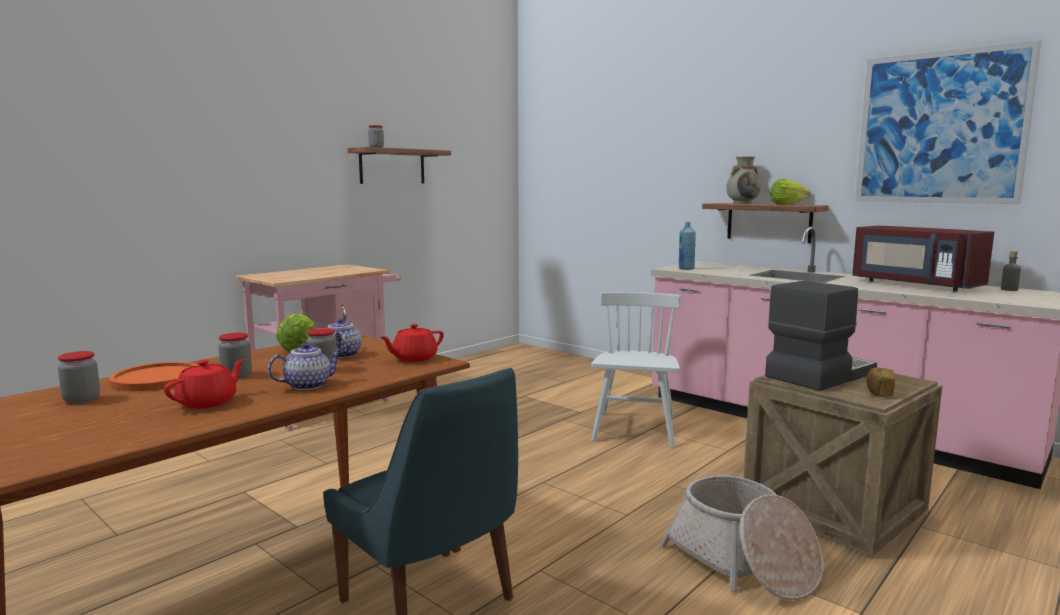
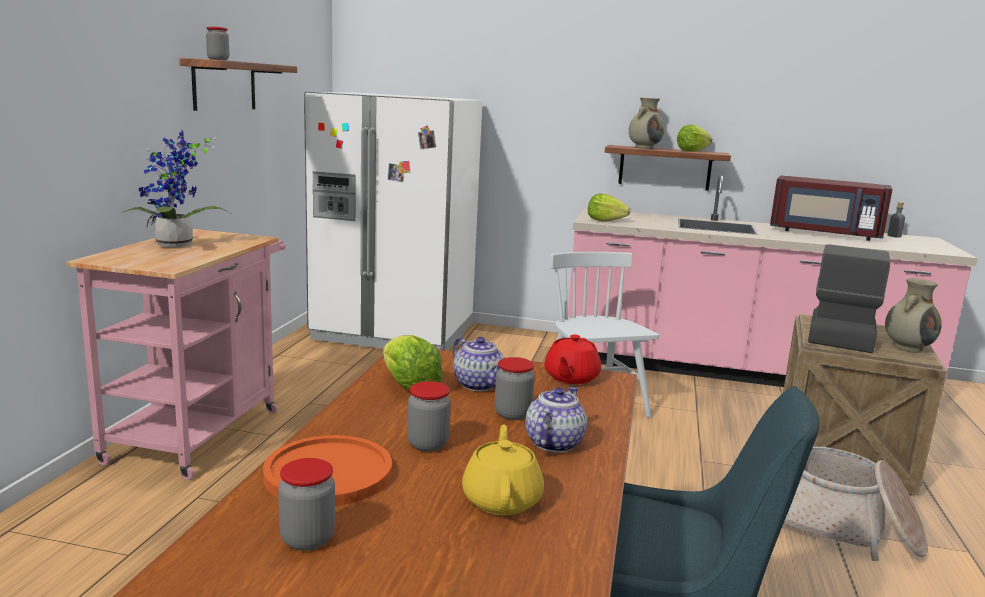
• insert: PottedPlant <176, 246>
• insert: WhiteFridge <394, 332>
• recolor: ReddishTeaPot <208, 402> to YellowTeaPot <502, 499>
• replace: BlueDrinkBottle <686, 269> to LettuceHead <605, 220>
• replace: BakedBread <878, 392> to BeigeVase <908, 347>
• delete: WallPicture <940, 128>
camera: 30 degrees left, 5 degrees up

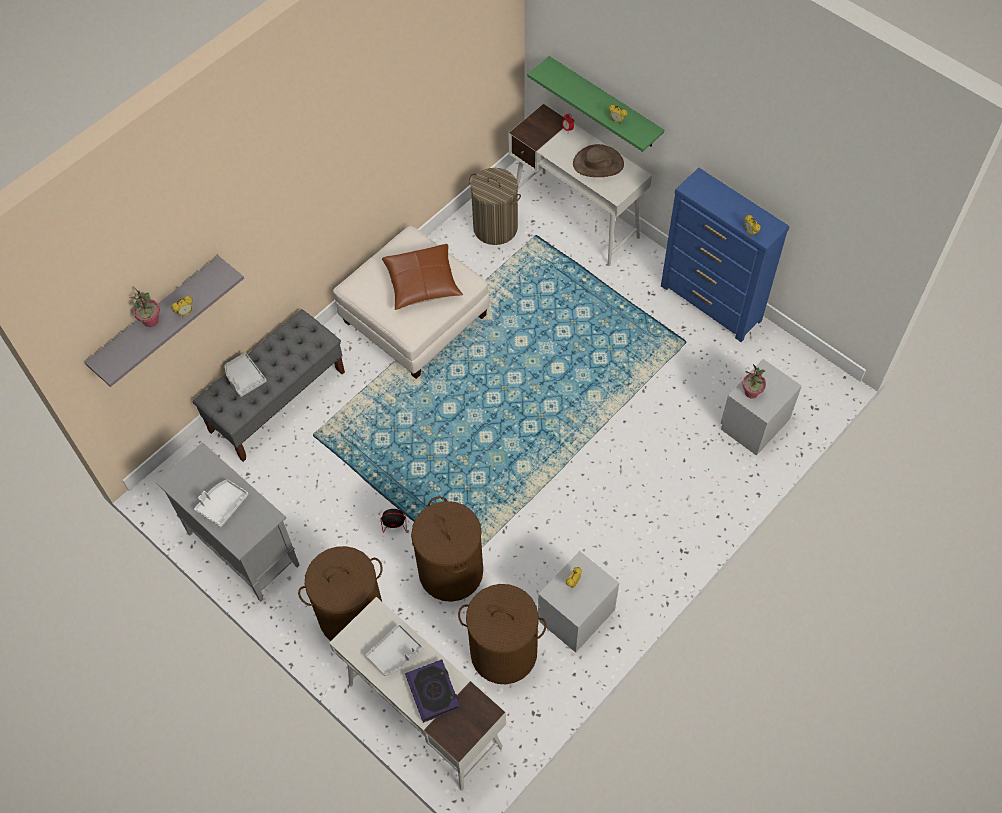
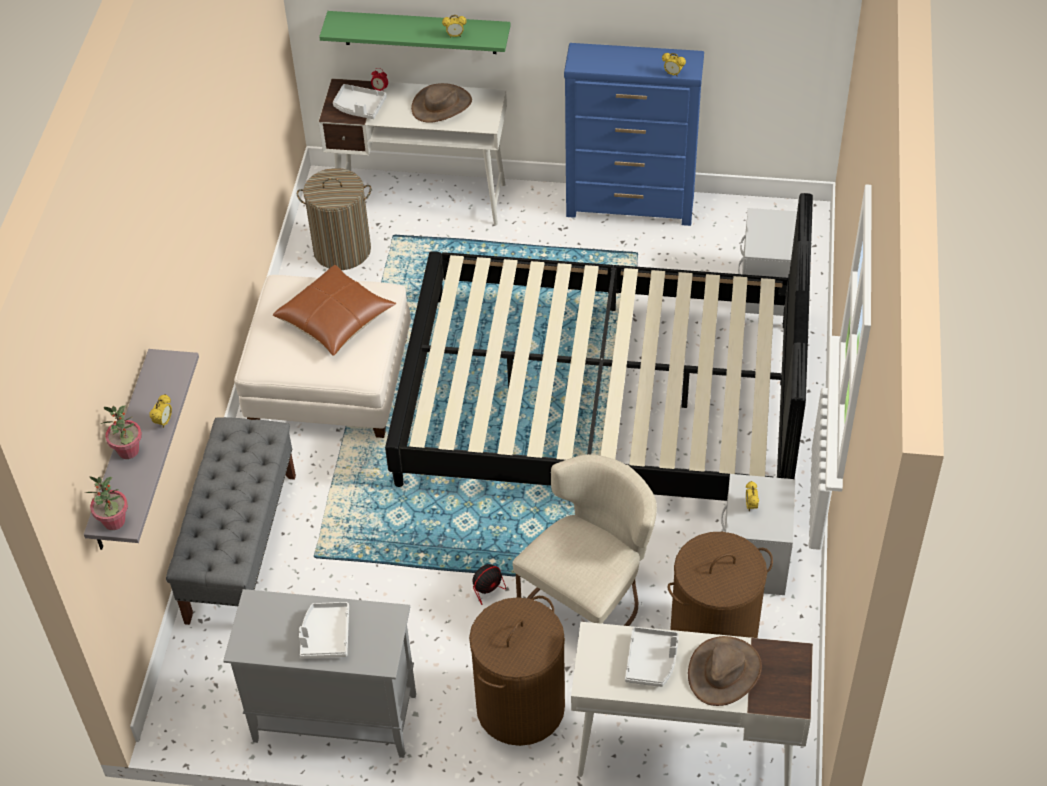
• move: PottedPlant <751, 392> to <114, 521>
• move: GrayCarryingTray <244, 378> to <359, 107>
• insert: BlackBed <600, 404>
• replace: BrownishLaundryBasket <451, 572> to BeigeUprightChair <589, 599>
• replace: Volume <433, 692> to BrownishHat <724, 671>
camera: 35 degrees left, 10 degrees down

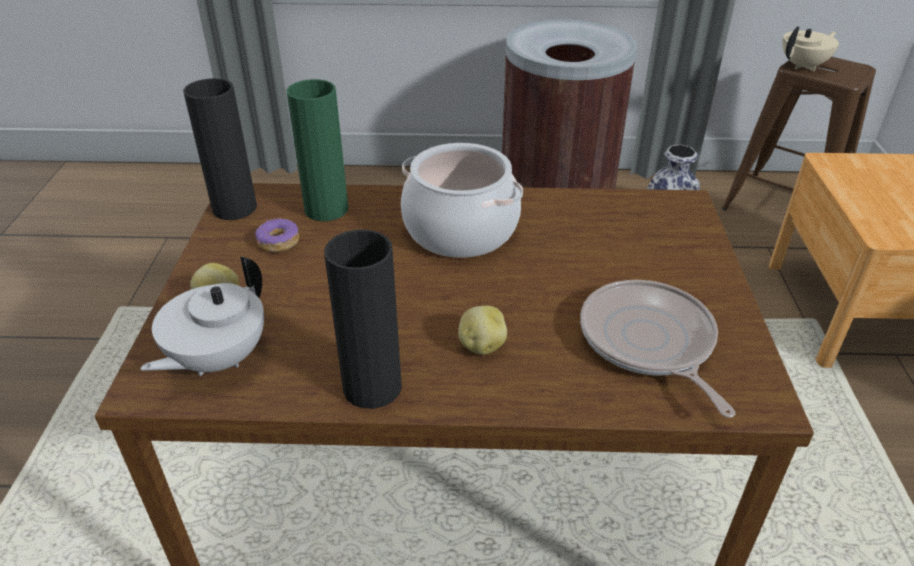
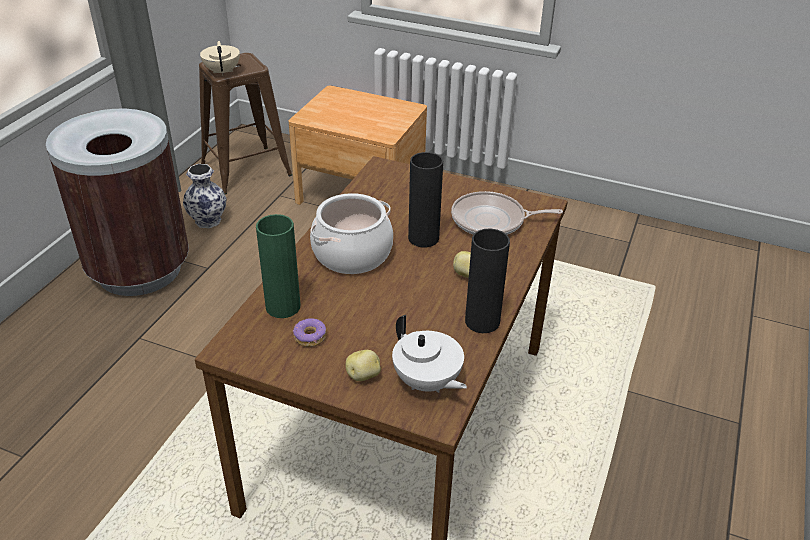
• move: BlackVase <234, 208> to <423, 238>
camera: 70 degrees left, 0 degrees up

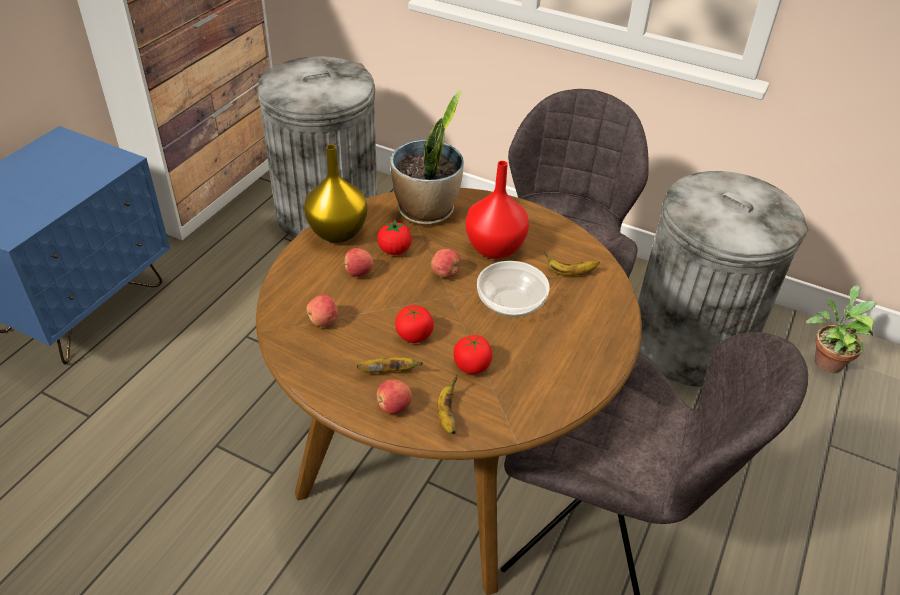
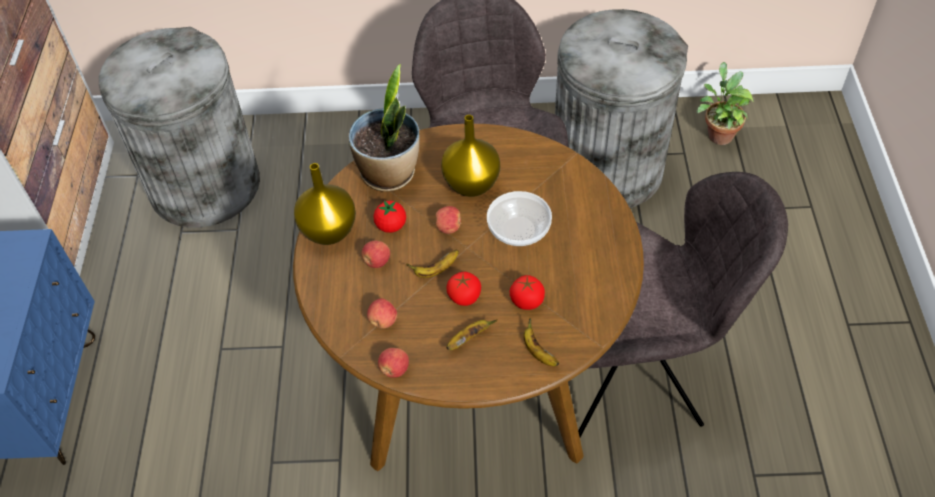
• move: AppleFruit <393, 407> to <394, 369>
• move: Banana <570, 273> to <436, 270>
• recolor: ReddishVase <496, 248> to YellowVase <472, 184>
camera: 25 degrees left, 10 degrees up

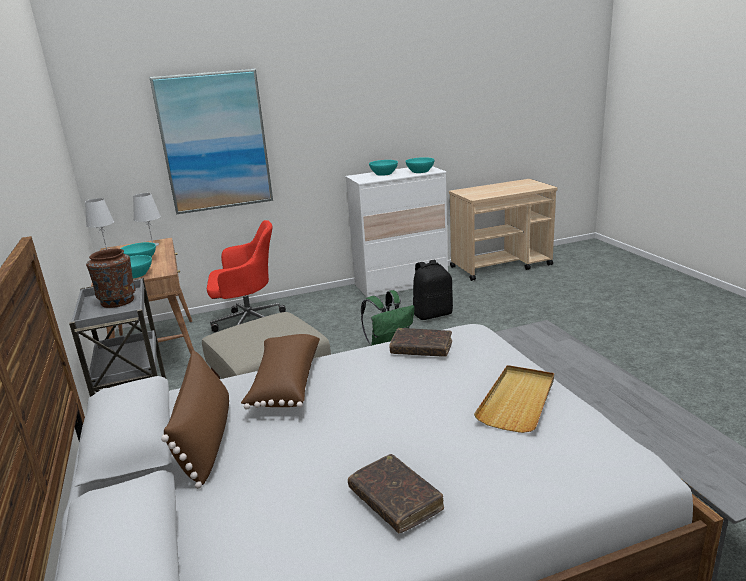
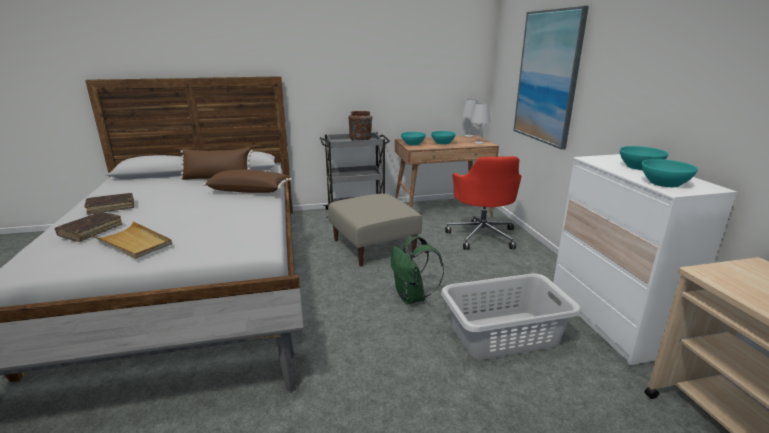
• move: BrownishVolume <421, 349> to <91, 231>
• replace: BlackKnapsack <432, 314> to GrayLaundryBasket <505, 335>
camera: 95 degrees right, 0 degrees up

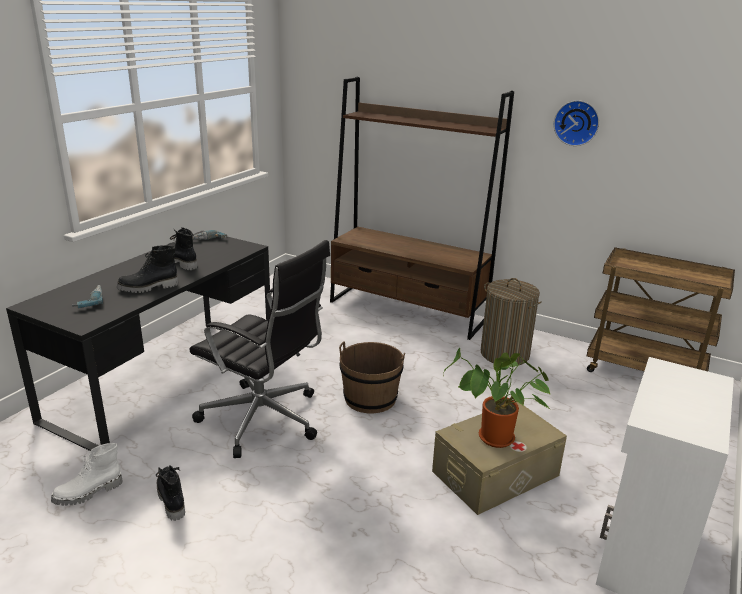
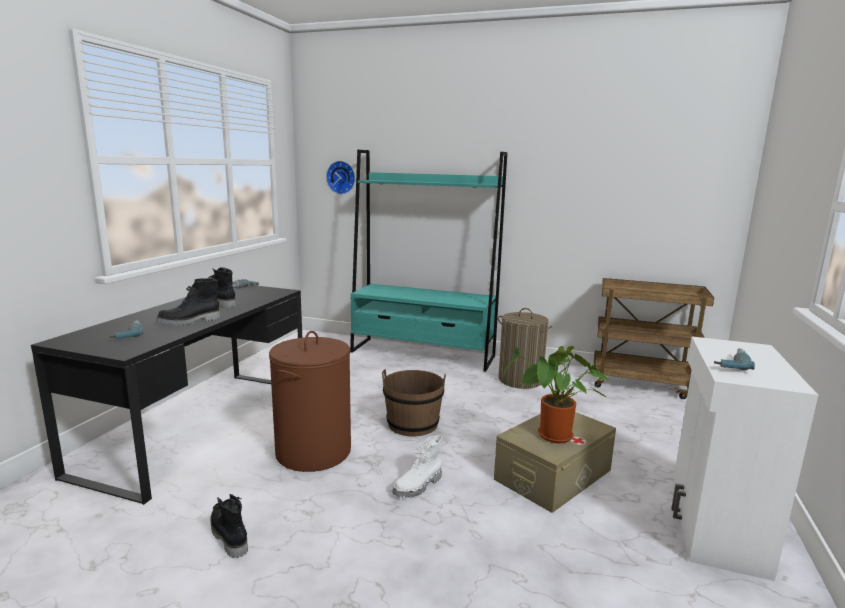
• replace: BlackComputerChair <264, 420> to BrownishLaundryBasket <313, 452>
• move: HangingClock <576, 123> to <341, 177>
• recolor: BrownishBookcase <407, 310> to TurquoiseBookcase <423, 354>
• move: WhiteBoot <88, 493> to <418, 486>
• insert: PowerDrill <729, 363>
camera: 10 degrees left, 10 degrees down

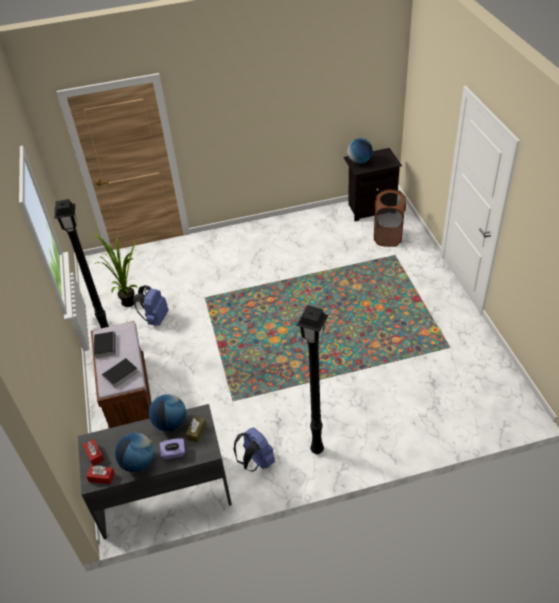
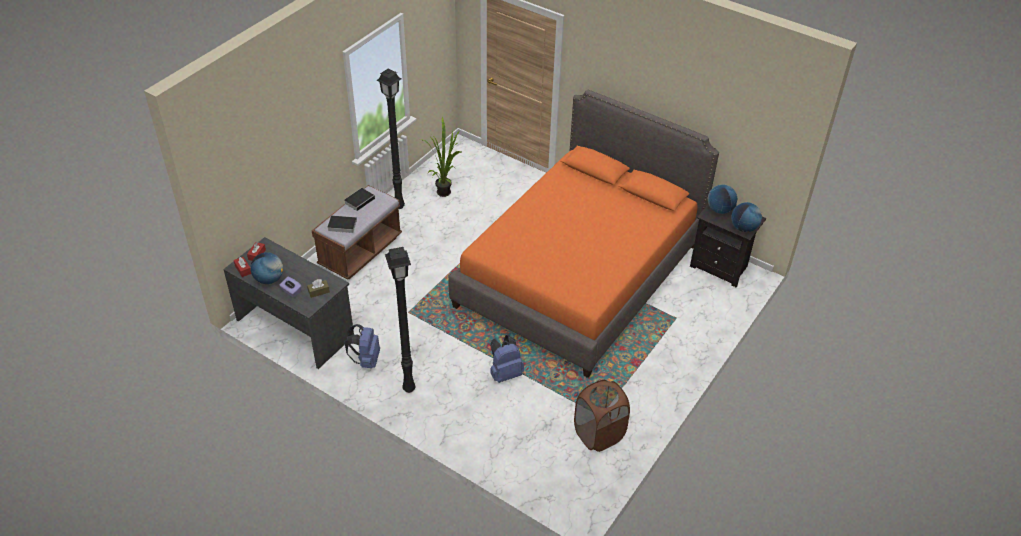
• insert: OrangeyBed <579, 275>
• move: BlueKnapsack <155, 319> to <505, 373>
• move: BrownishLaundryBasket <388, 237> to <599, 434>
• move: DeskGlobe <170, 423> to <743, 228>
camera: 45 degrees right, 0 degrees up

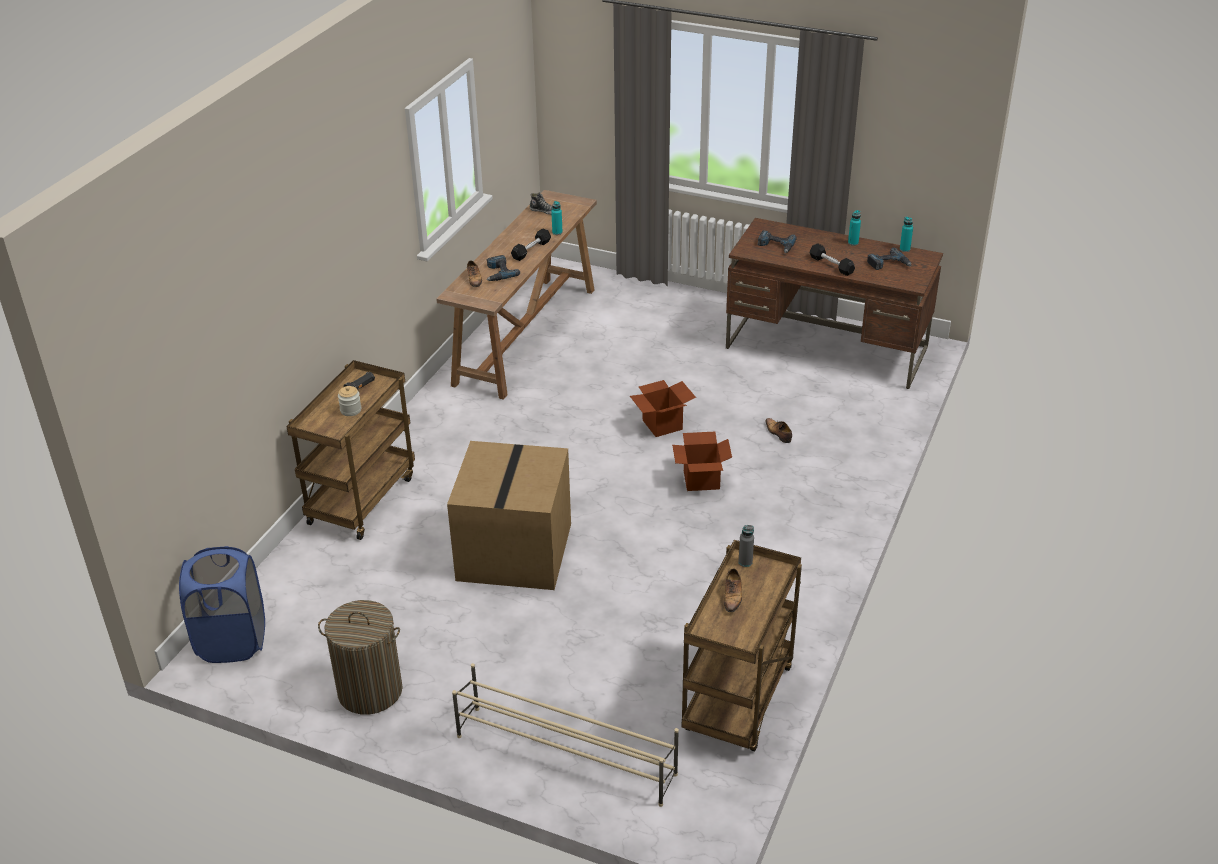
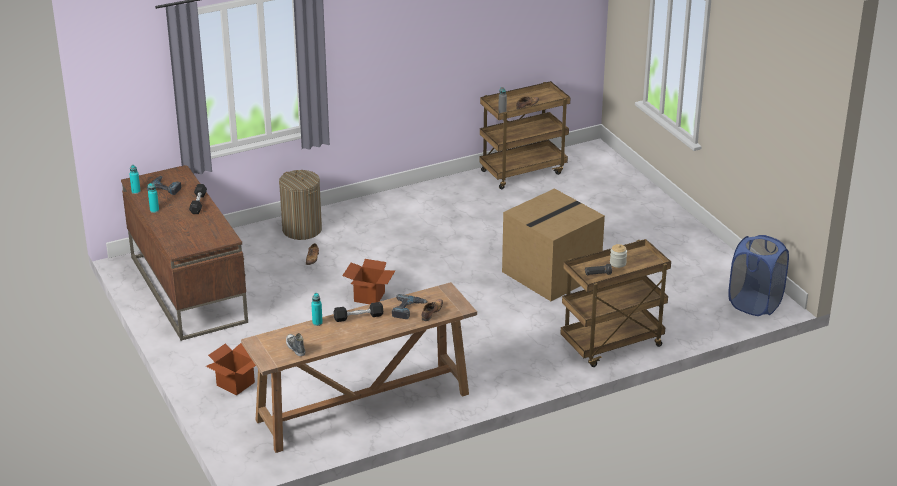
• move: Carton <701, 480> to <235, 384>
• move: LaundryBasket <370, 691> to <302, 229>
• delete: BeigeShoeStand <565, 754>
• delete: PowerDrill <776, 246>
camera: 140 degrees left, 5 degrees down

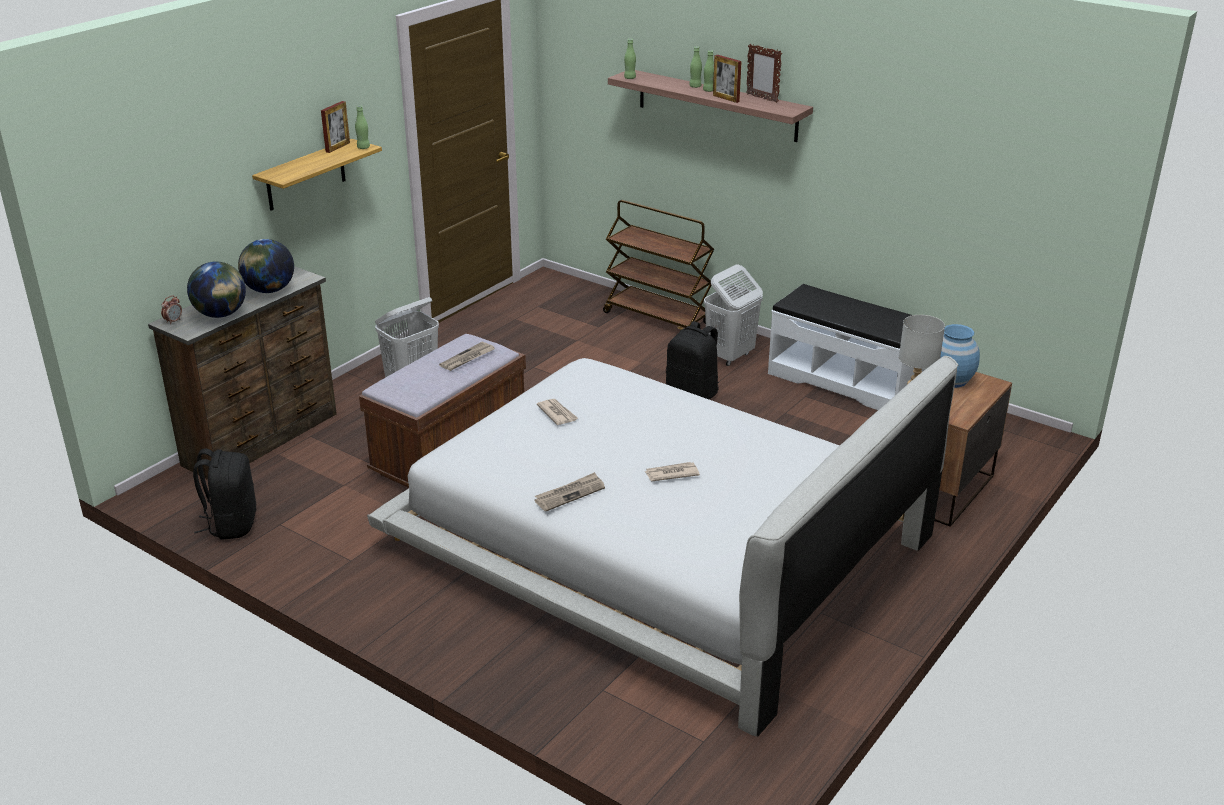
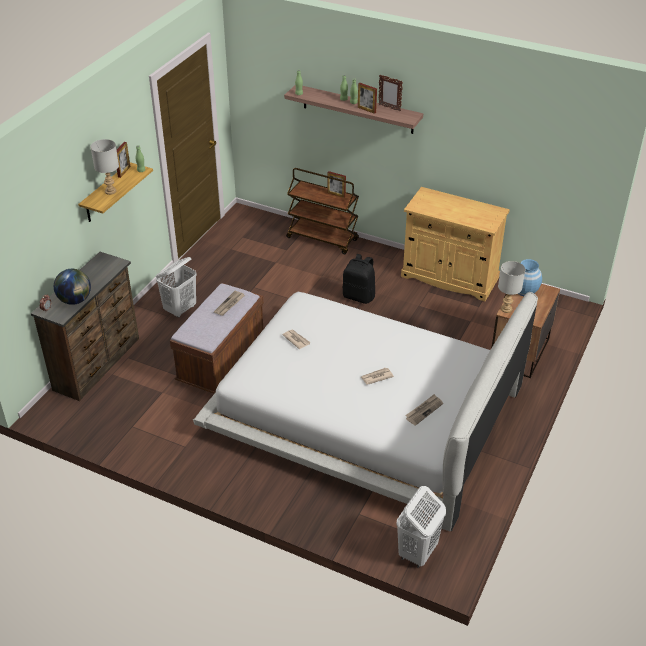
• insert: GrayTableLamp <110, 191>
• insert: PictureFrame <336, 194>
• move: WhiteLaundryBasket <730, 356> to <417, 552>
• replace: WhiteIndoorBench <844, 381> to BeigeStorageCabinet <449, 277>
• move: PrintedPaper <570, 494> to <424, 410>
• delete: BlackKnapsack <231, 524>
• delete: DeskGlobe <269, 290>
camera: 10 degrees left, 10 degrees up

